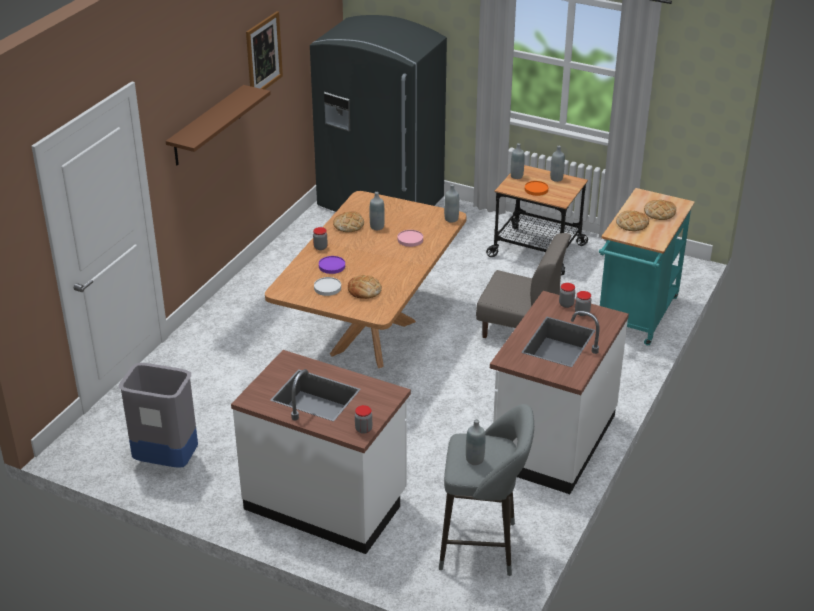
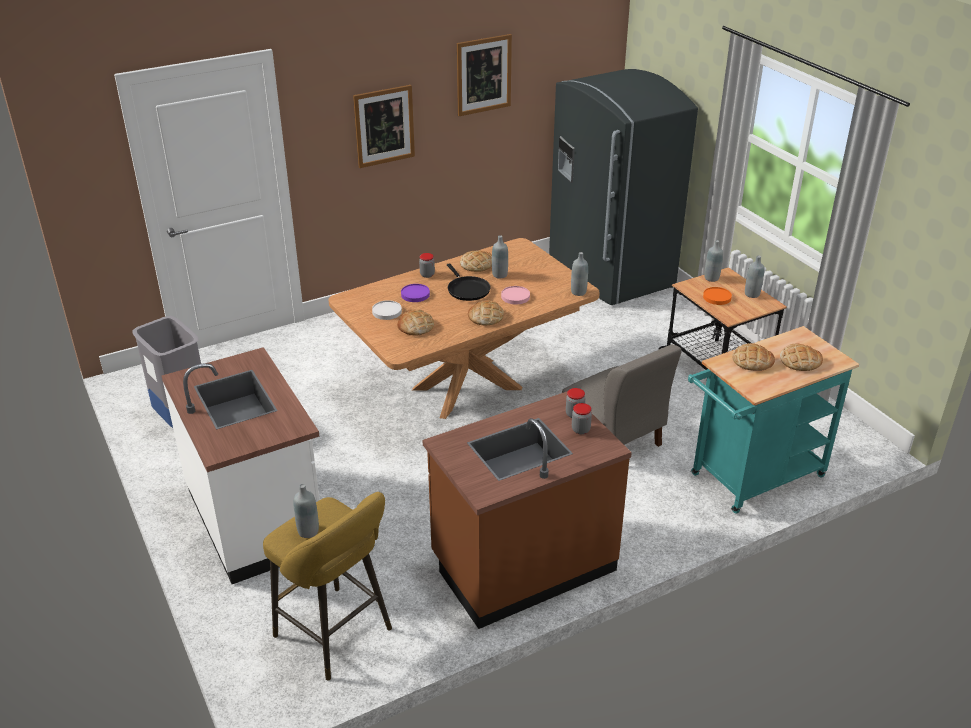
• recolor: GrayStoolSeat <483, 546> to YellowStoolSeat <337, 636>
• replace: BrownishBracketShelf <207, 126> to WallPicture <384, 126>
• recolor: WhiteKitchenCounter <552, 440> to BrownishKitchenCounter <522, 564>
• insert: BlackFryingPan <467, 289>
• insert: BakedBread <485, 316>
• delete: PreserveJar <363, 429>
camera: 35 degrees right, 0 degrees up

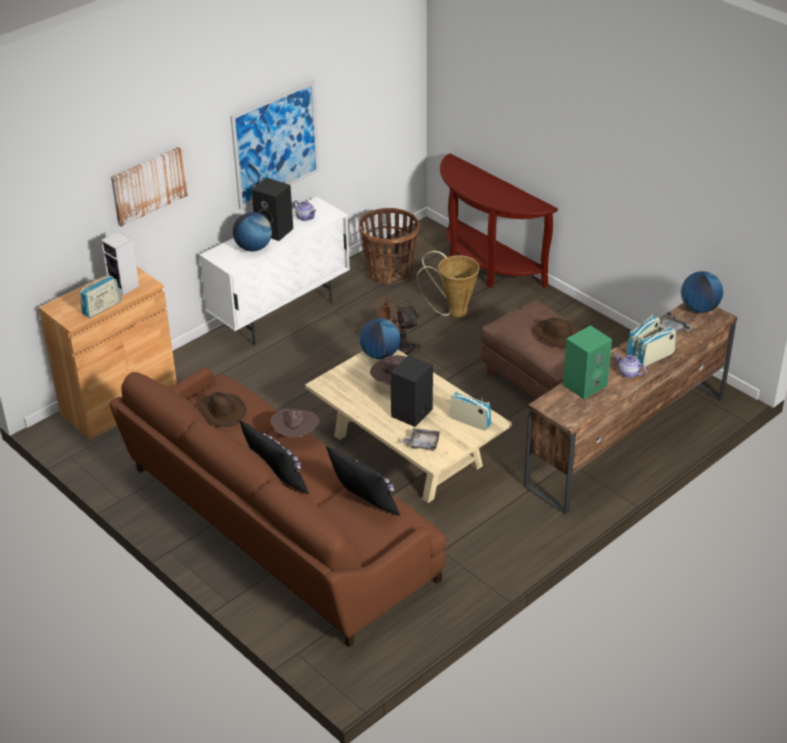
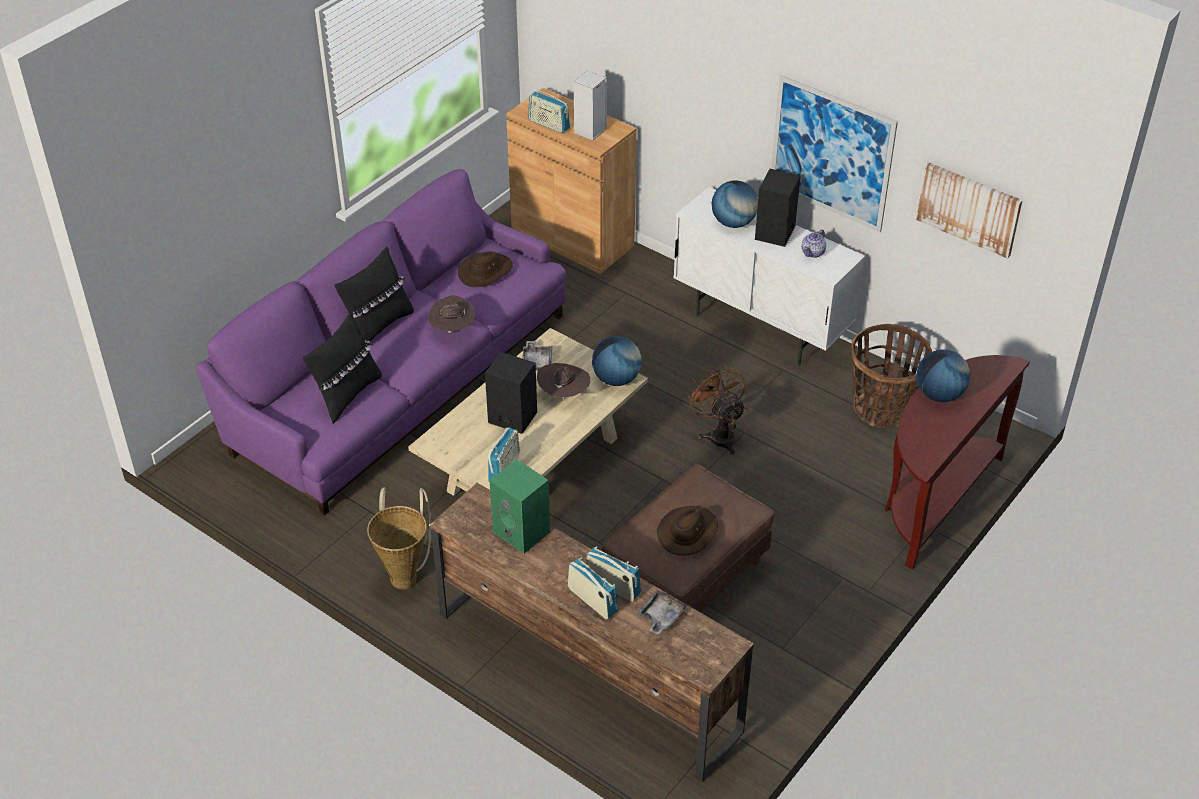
• recolor: BrownishSettee <277, 525> to PurpleColouredSettee <399, 380>
• move: StorageBasket <452, 311> to <405, 574>
• move: GrayCarryingTray <422, 443> to <537, 361>
• move: WallPicture <149, 185> to <969, 208>
• move: DeskGlobe <699, 308> to <939, 395>
• delete: TeaPot <629, 373>
camera: 80 degrees right, 5 degrees up

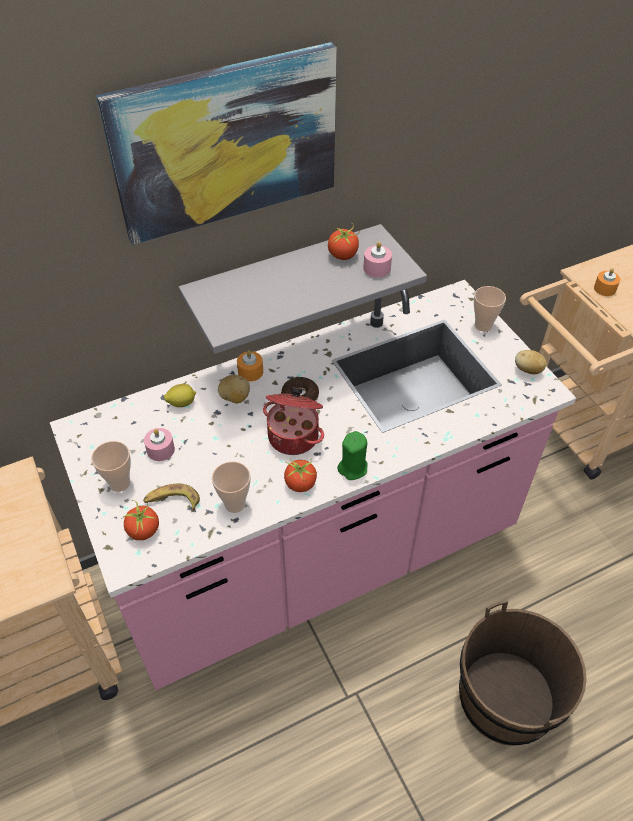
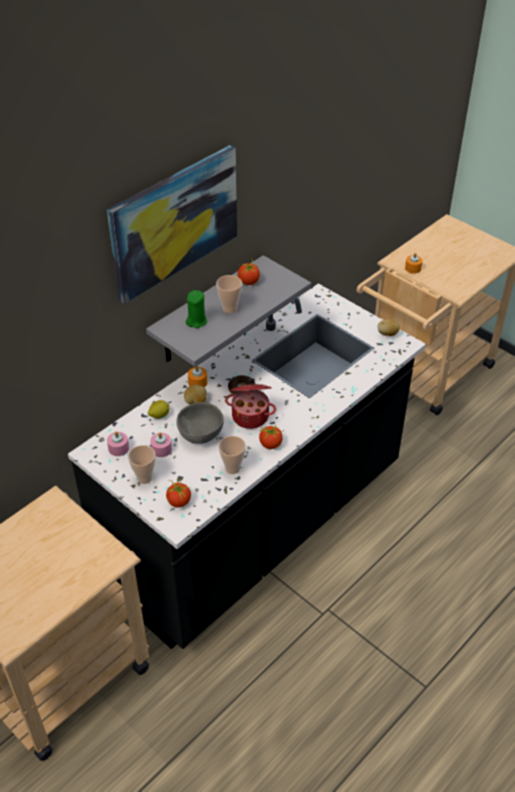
• recolor: PinkishKitchenCounter <316, 555> to BlackKitchenCounter <257, 526>
• move: PinkishCandle <377, 268> to <118, 448>
• insert: GrayServingBowl <200, 435>
• move: GreenishCandle <353, 468> to <196, 321>
• move: Cup <483, 325> to <229, 308>
• delete: Banana <172, 501>
• delete: BrownishWaterBucket <506, 698>
camera: 20 degrees left, 5 degrees down

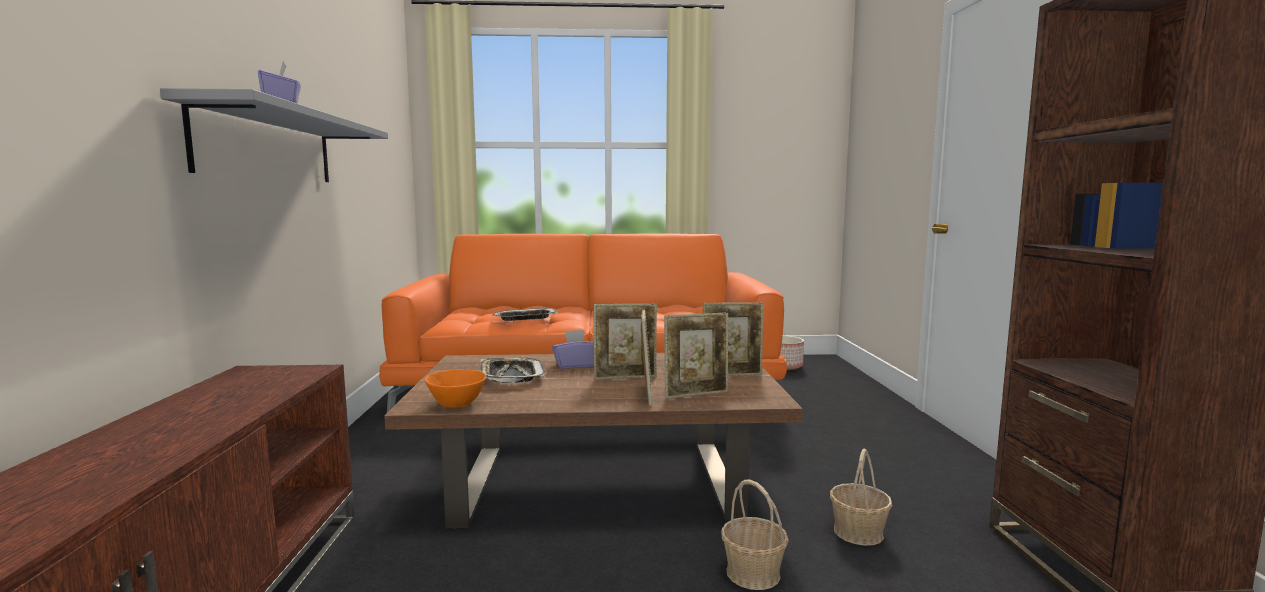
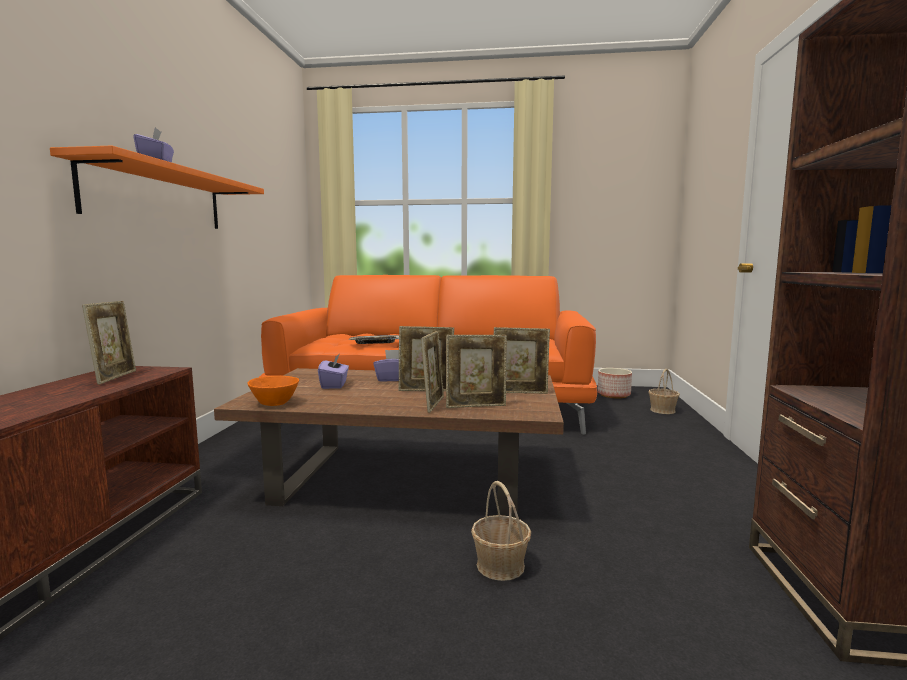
• recolor: GrayBracketShelf <269, 147> to OrangeyBracketShelf <157, 198>
• insert: PictureFrame <115, 377>
• replace: CarryingTray <511, 376> to PurpleColouredTissueBox <334, 385>
• move: StorageBasket <858, 532> to <662, 410>
camera: 10 degrees right, 0 degrees up

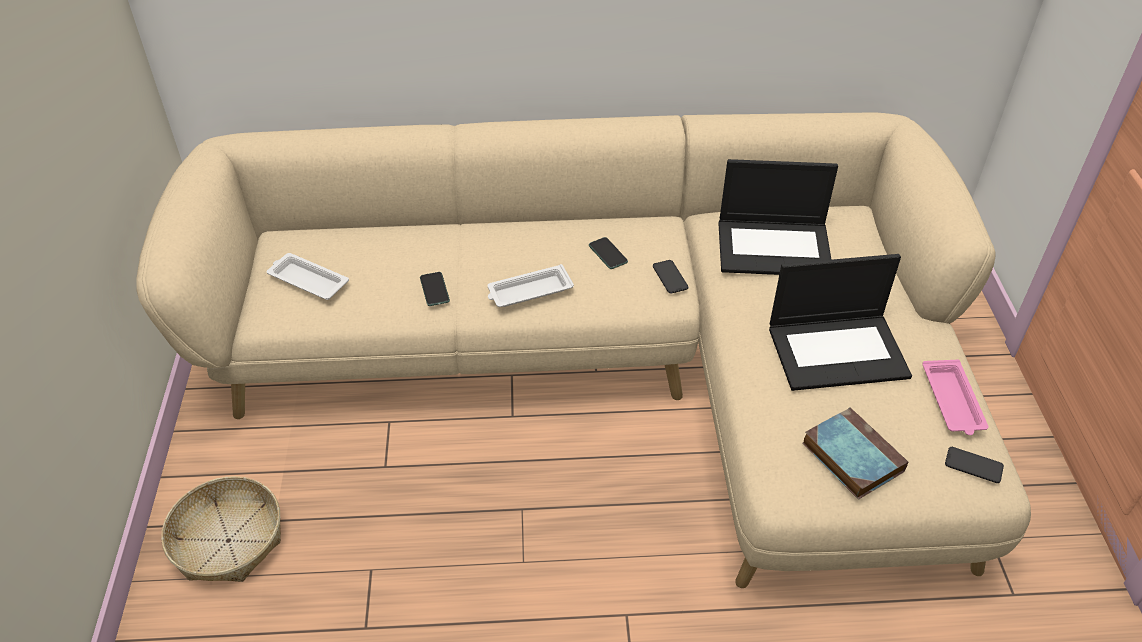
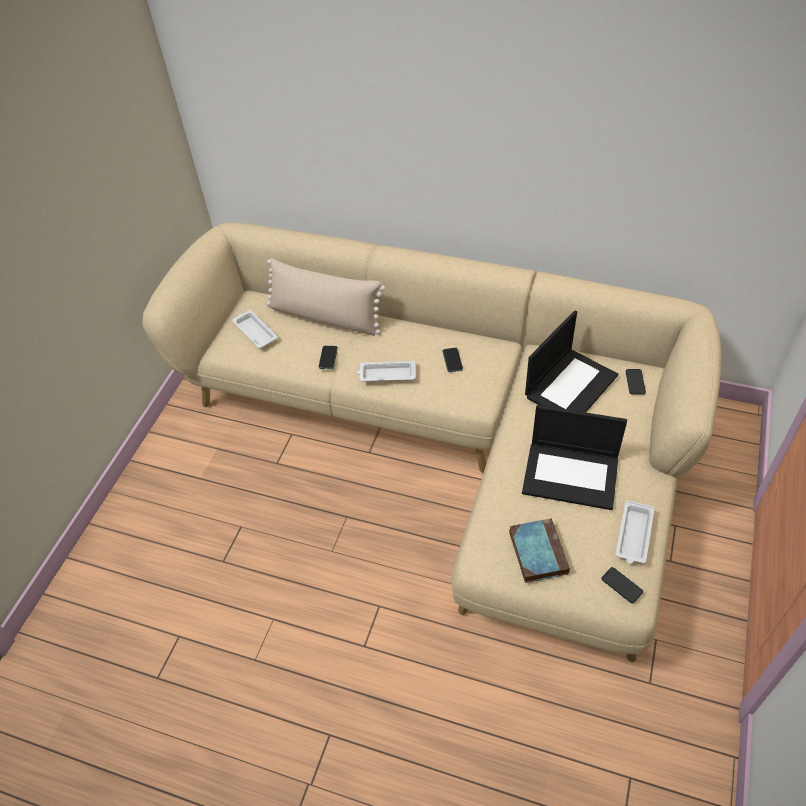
• insert: BeigeThrowPillow <325, 317>
• rotate: PortableComputer <775, 247> = <571, 385> 75 degrees counterclockwise
• recolor: PinkishCarryingTray <952, 401> to WhiteCarryingTray <634, 535>
• move: Handset <670, 277> to <635, 382>
• delete: StorageBasket <228, 540>
camera: 25 degrees right, 5 degrees up

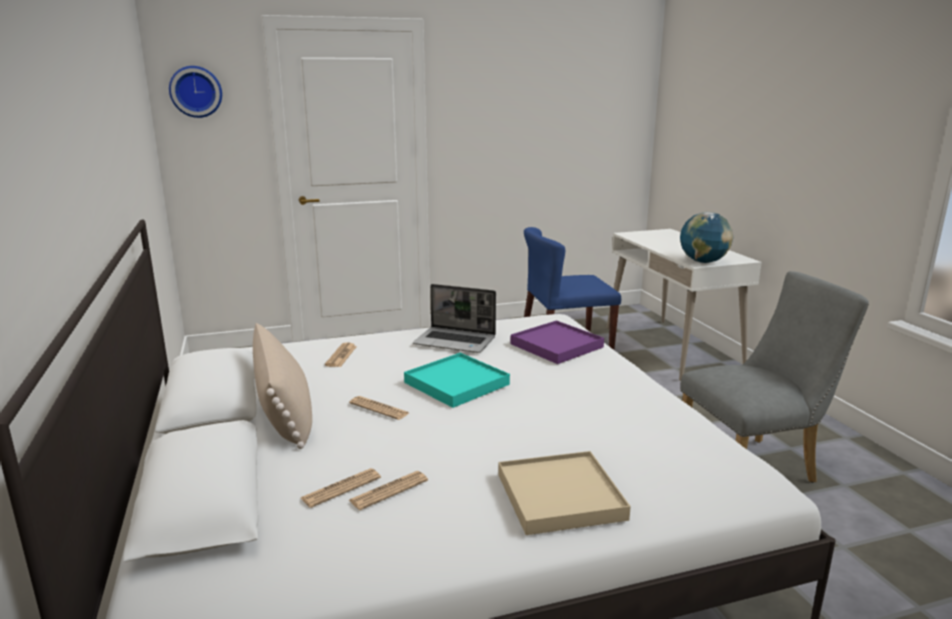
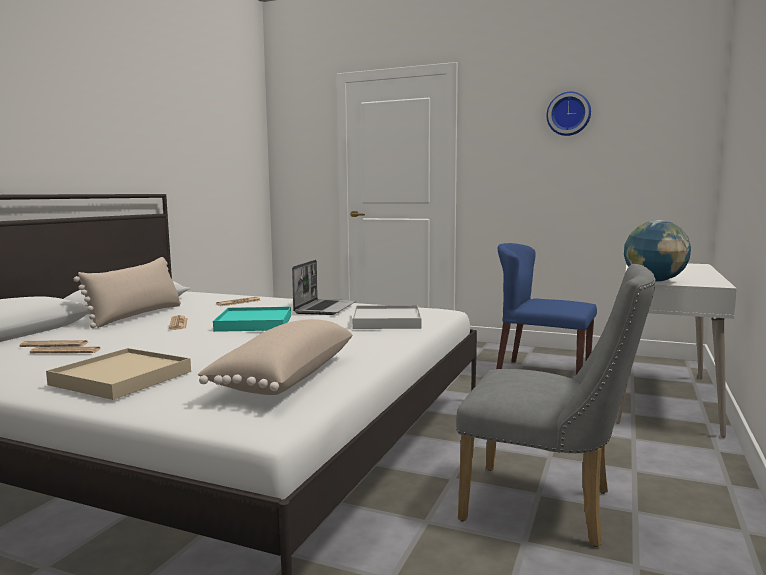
• insert: BeigeThrowPillow <283, 377>
• rotate: PortableComputer <456, 341> = <325, 308> 135 degrees counterclockwise
• recolor: PurpleColouredCarryingTray <557, 345> to WhiteCarryingTray <387, 321>
• move: HangingClock <196, 91> to <568, 114>
camera: 40 degrees right, 10 degrees down

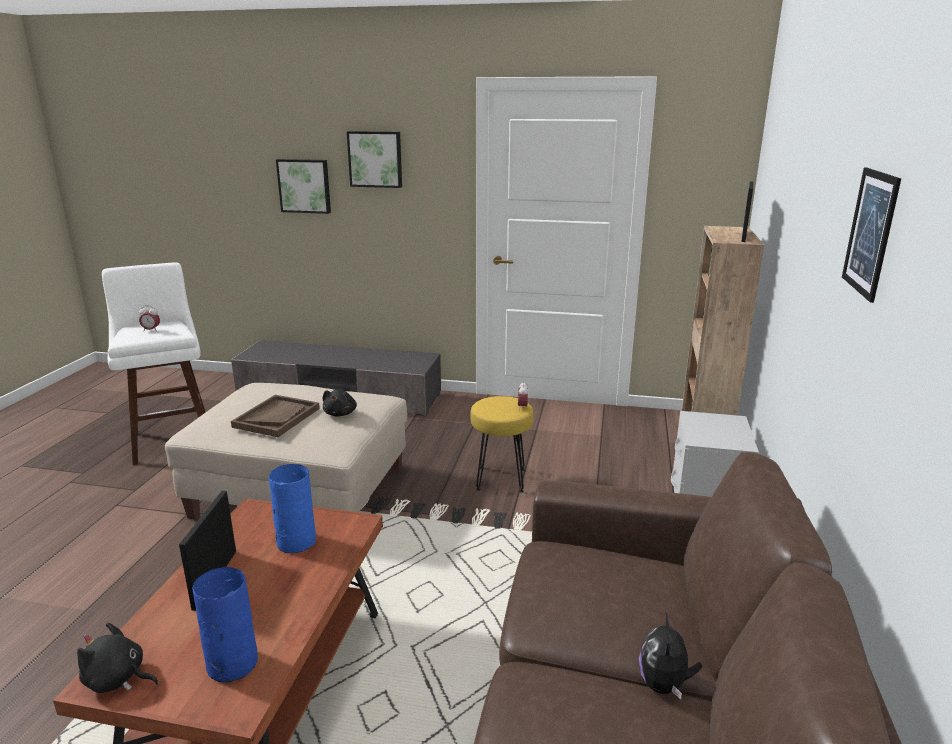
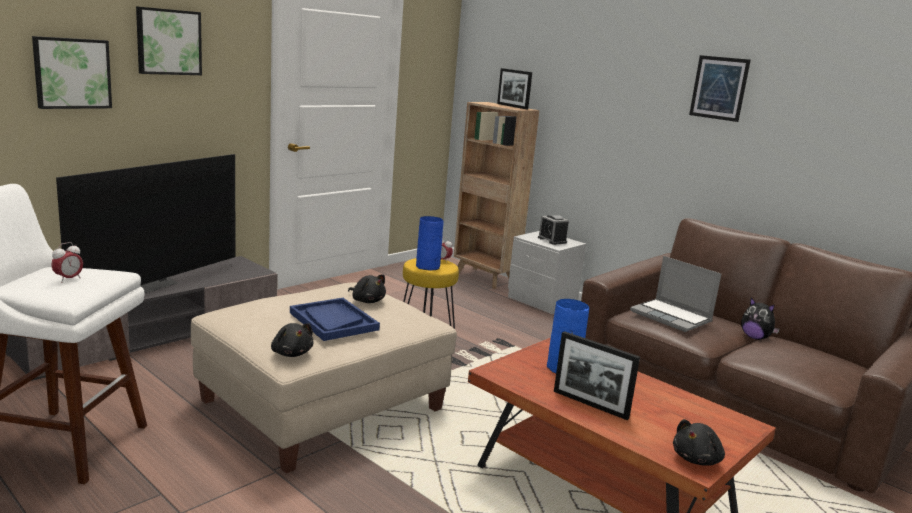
• insert: TvSet <154, 284>
• insert: BlackSoftToy <291, 353>
• recolor: BrownishCarryingTray <276, 417> to BlueCarryingTray <333, 321>
• move: BlueVase <231, 664> to <428, 267>
• insert: AlarmClock <552, 240>
• insert: PortableComputer <672, 317>
camera: 60 degrees left, 5 degrees down

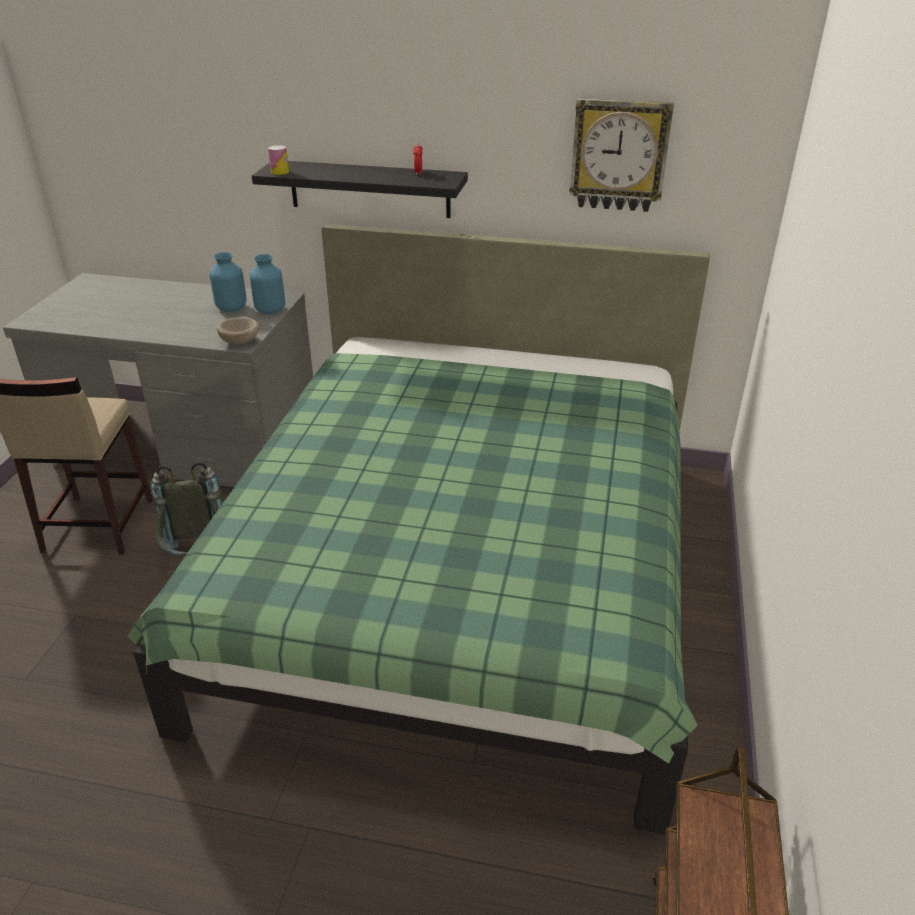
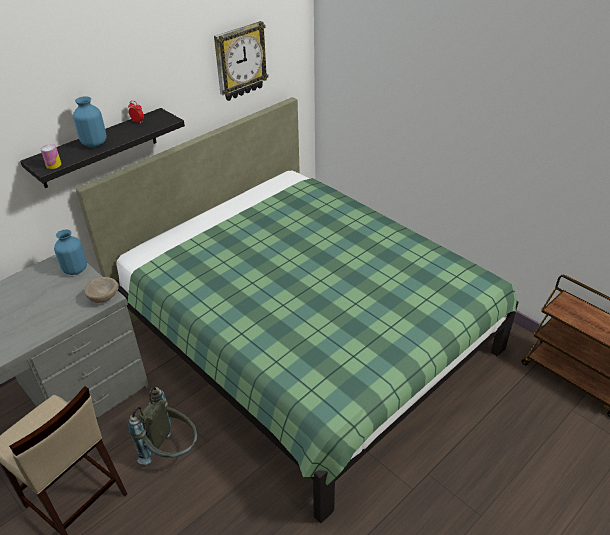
• move: BlueVase <231, 308> to <94, 143>
camera: 55 degrees left, 5 degrees up

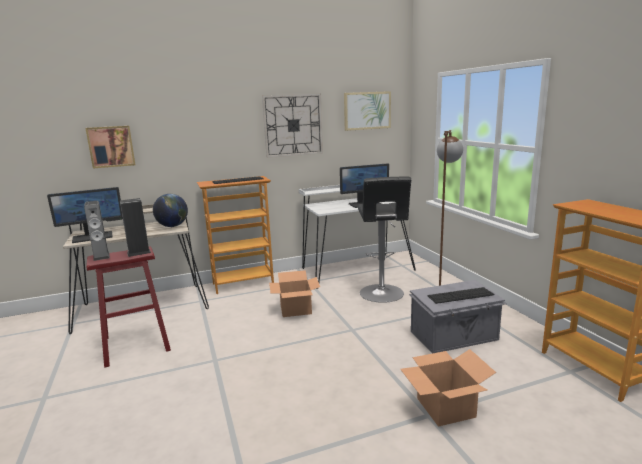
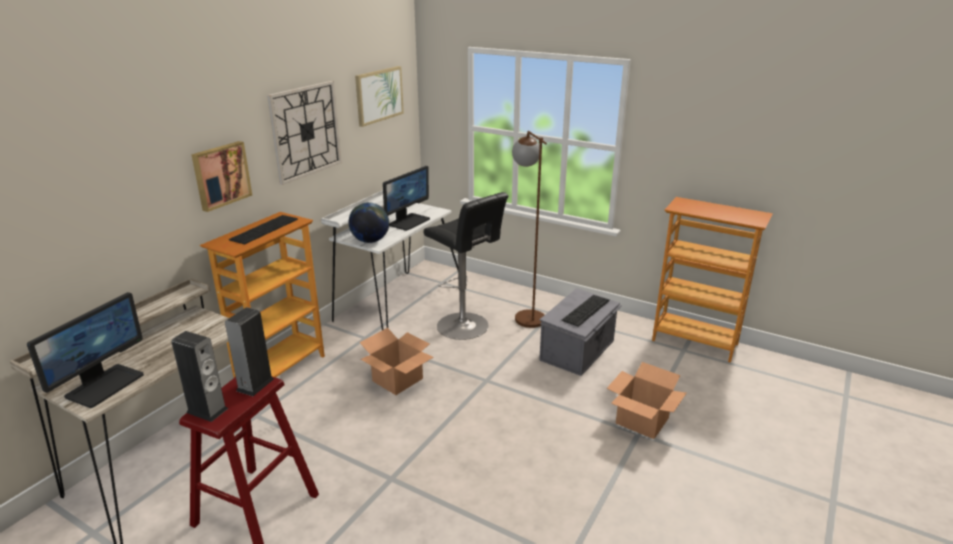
• move: WallPicture <111, 146> to <221, 175>
• move: DeskGlobe <172, 226> to <370, 241>
camera: 40 degrees left, 10 degrees up

